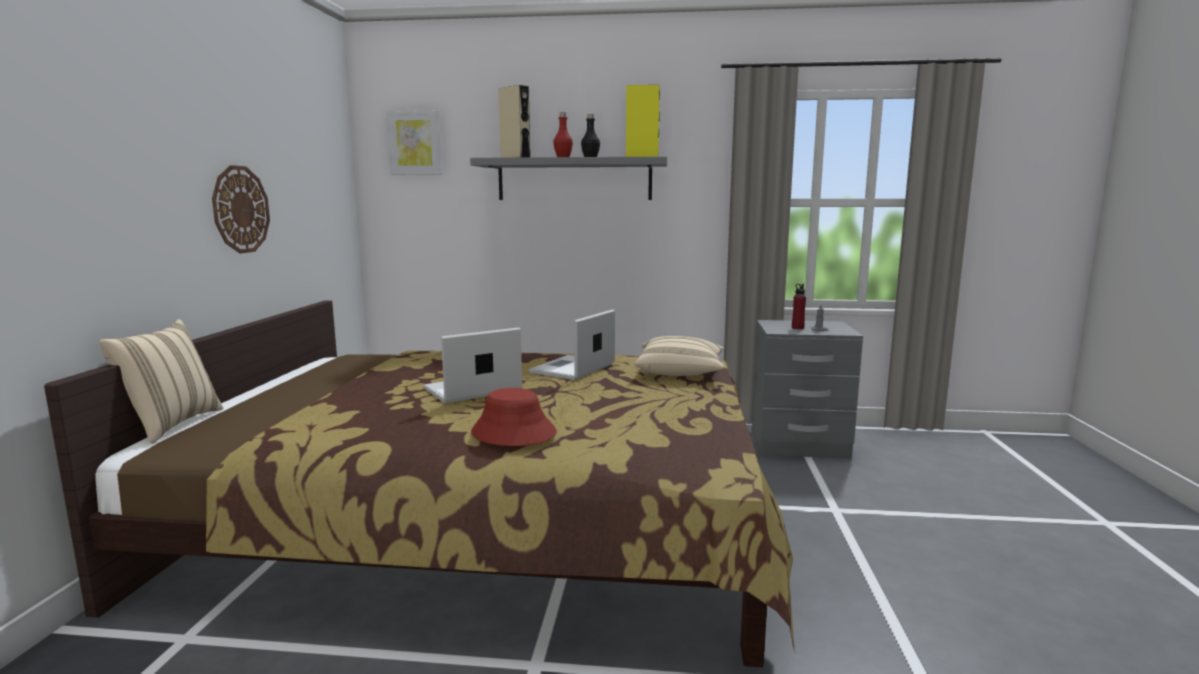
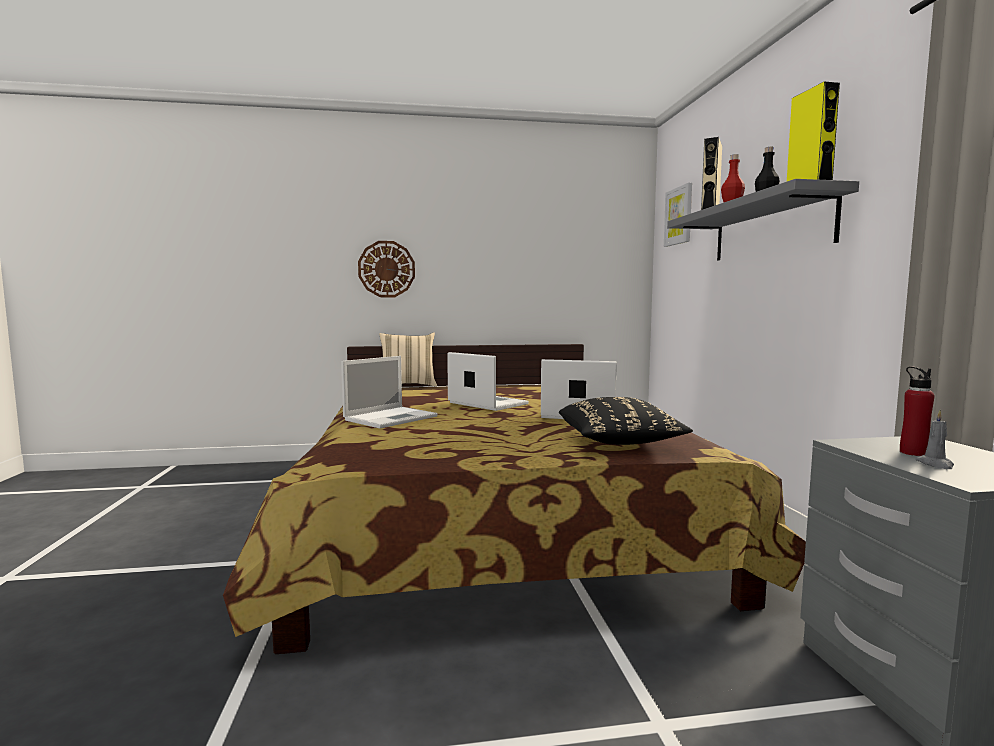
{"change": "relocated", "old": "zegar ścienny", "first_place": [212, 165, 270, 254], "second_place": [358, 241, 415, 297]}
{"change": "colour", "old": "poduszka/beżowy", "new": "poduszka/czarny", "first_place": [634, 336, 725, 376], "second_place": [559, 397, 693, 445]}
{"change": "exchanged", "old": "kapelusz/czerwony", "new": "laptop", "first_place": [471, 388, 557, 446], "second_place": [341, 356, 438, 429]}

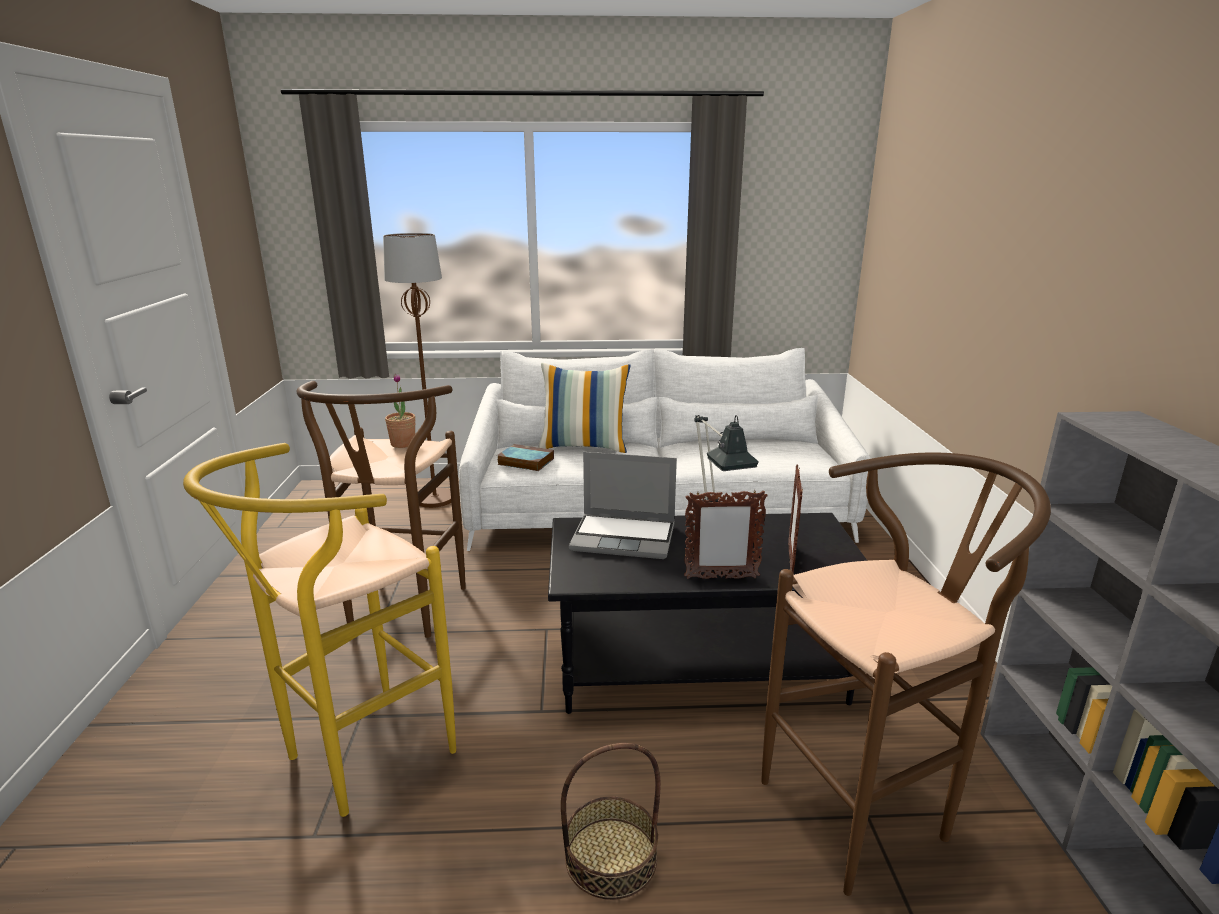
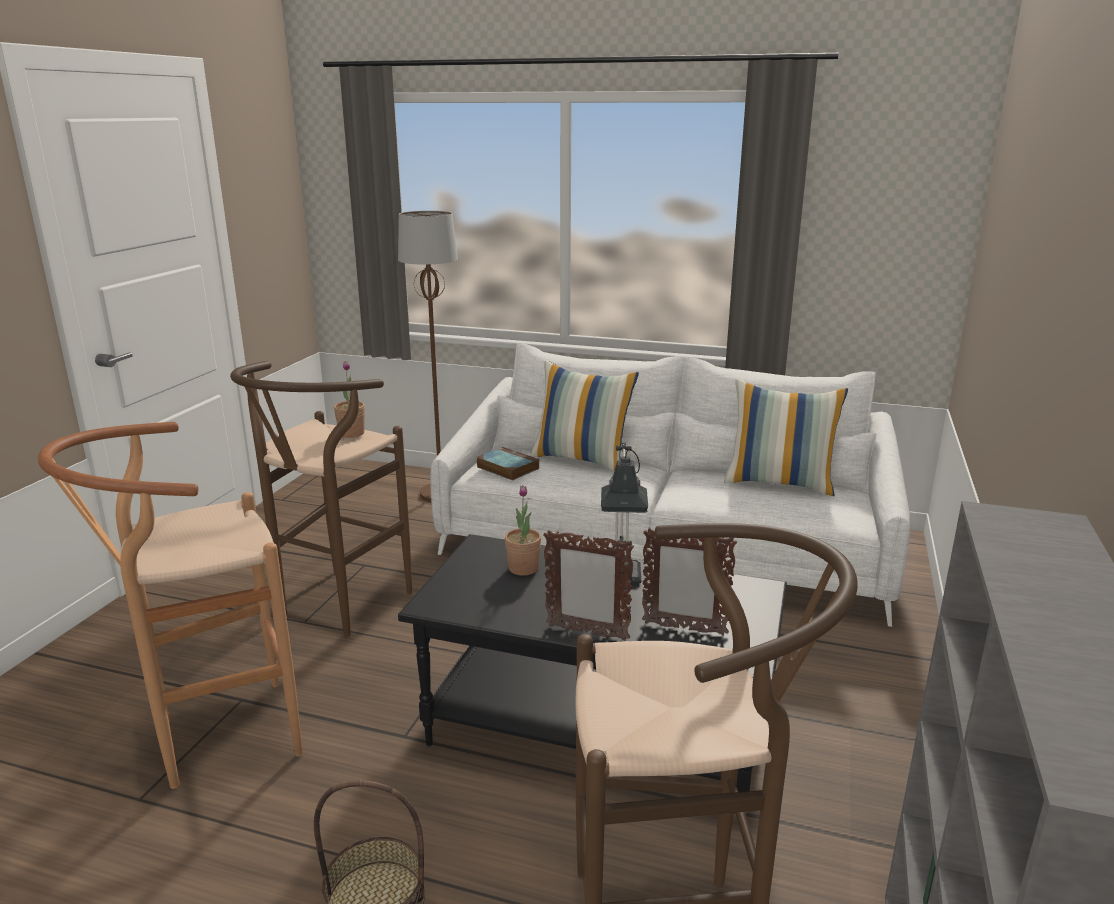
{"change": "colour", "old": "stołek/żółty", "new": "stołek/brązowy", "first_place": [183, 443, 456, 817], "second_place": [38, 422, 303, 789]}
{"change": "exchanged", "old": "laptop", "new": "roślina doniczkowa", "first_place": [569, 452, 677, 559], "second_place": [505, 485, 541, 576]}
{"change": "spun", "old": "ramka na zdjęcie", "first_place": [788, 465, 803, 575], "second_place": [642, 528, 737, 636], "degrees": -105}
{"change": "appeared", "new": "poduszka", "second_place": [724, 379, 848, 496]}

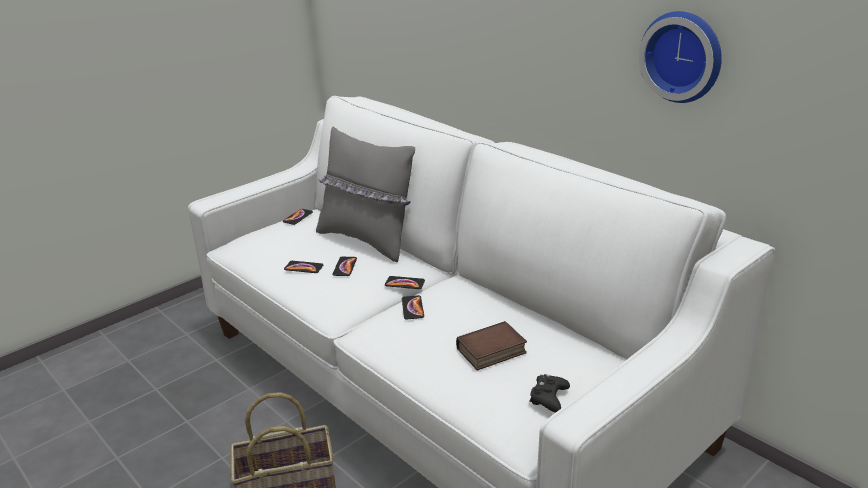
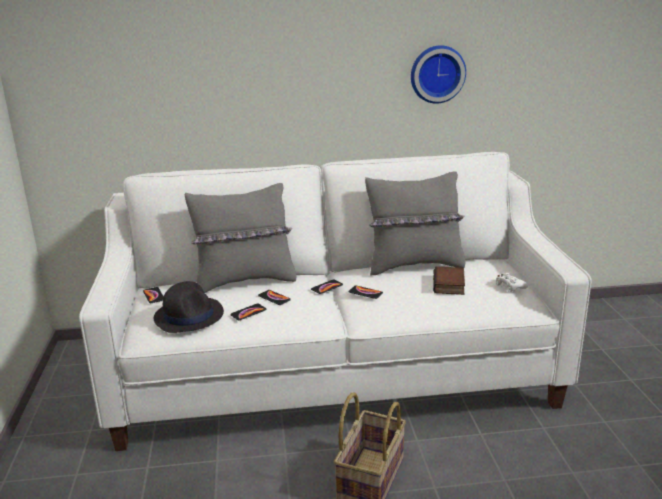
{"change": "colour", "old": "pad do gier/czarny", "new": "pad do gier/biały", "first_place": [529, 374, 570, 412], "second_place": [496, 273, 528, 292]}
{"change": "appeared", "new": "poduszka/szary", "second_place": [365, 171, 465, 276]}
{"change": "appeared", "new": "kapelusz/czarny", "second_place": [154, 281, 224, 333]}

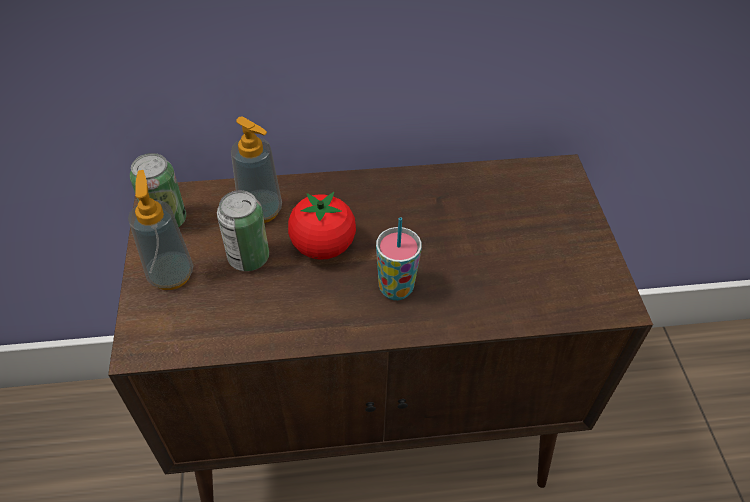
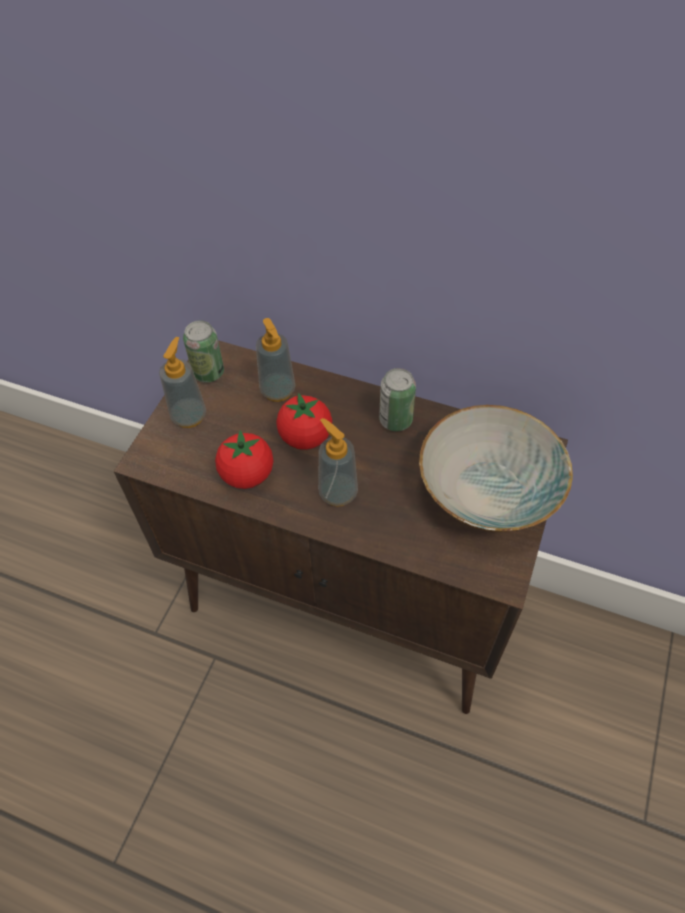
{"change": "relocated", "old": "puszka", "first_place": [217, 190, 269, 271], "second_place": [379, 368, 416, 431]}
{"change": "exchanged", "old": "filiżanka", "new": "dozownik mydła", "first_place": [376, 217, 422, 300], "second_place": [318, 418, 358, 507]}
{"change": "appeared", "new": "miska", "second_place": [419, 405, 573, 532]}
{"change": "appeared", "new": "pomidor", "second_place": [215, 430, 273, 489]}

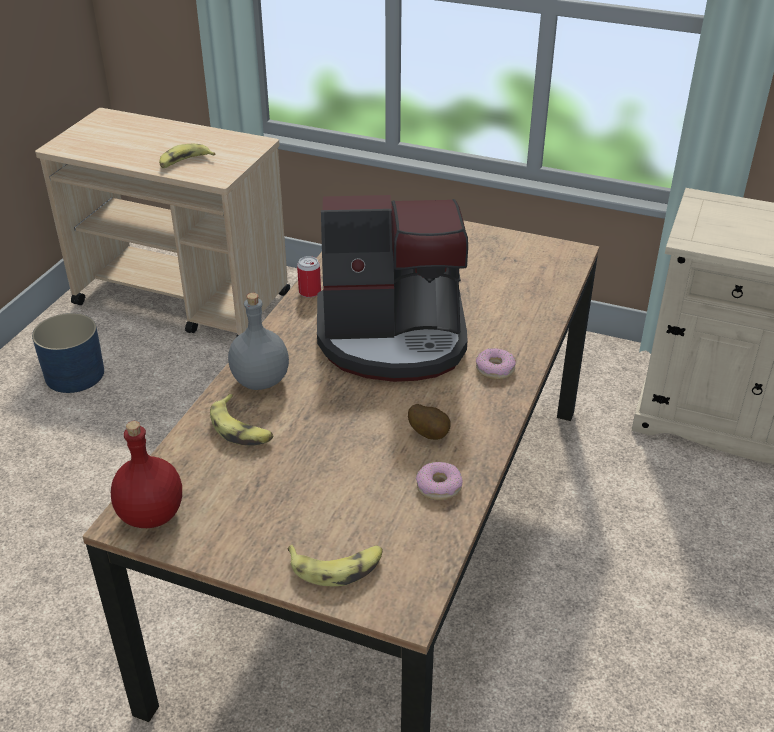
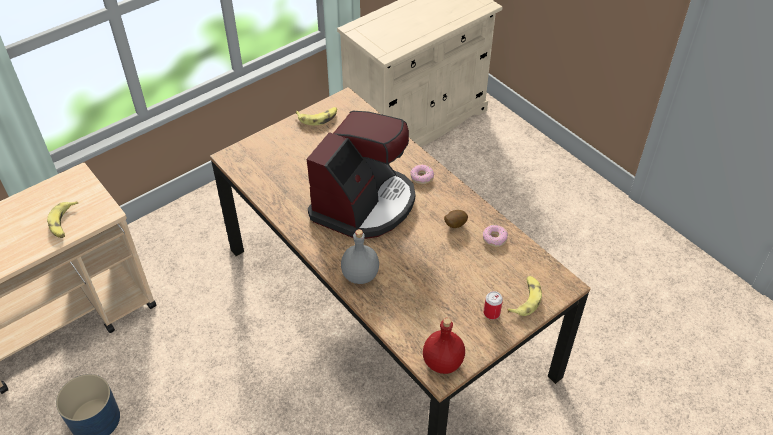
{"change": "relocated", "old": "puszka", "first_place": [297, 256, 321, 297], "second_place": [484, 291, 503, 320]}
{"change": "relocated", "old": "banan", "first_place": [210, 394, 273, 446], "second_place": [295, 107, 337, 125]}

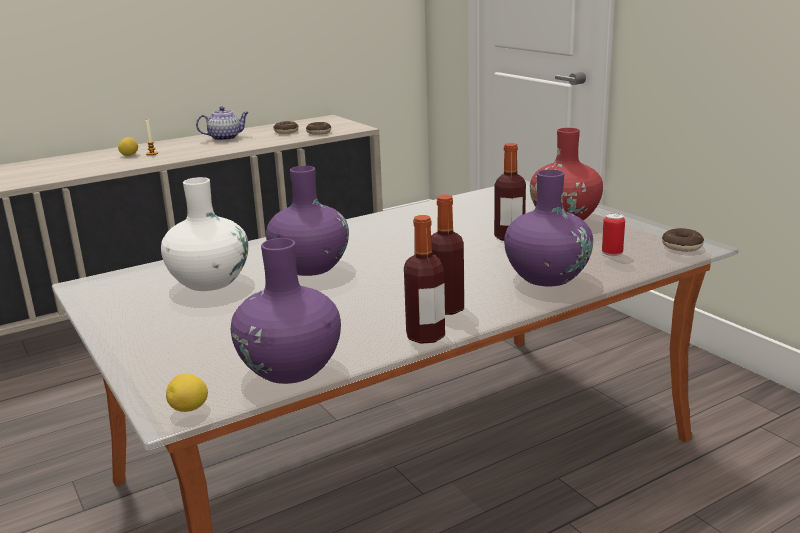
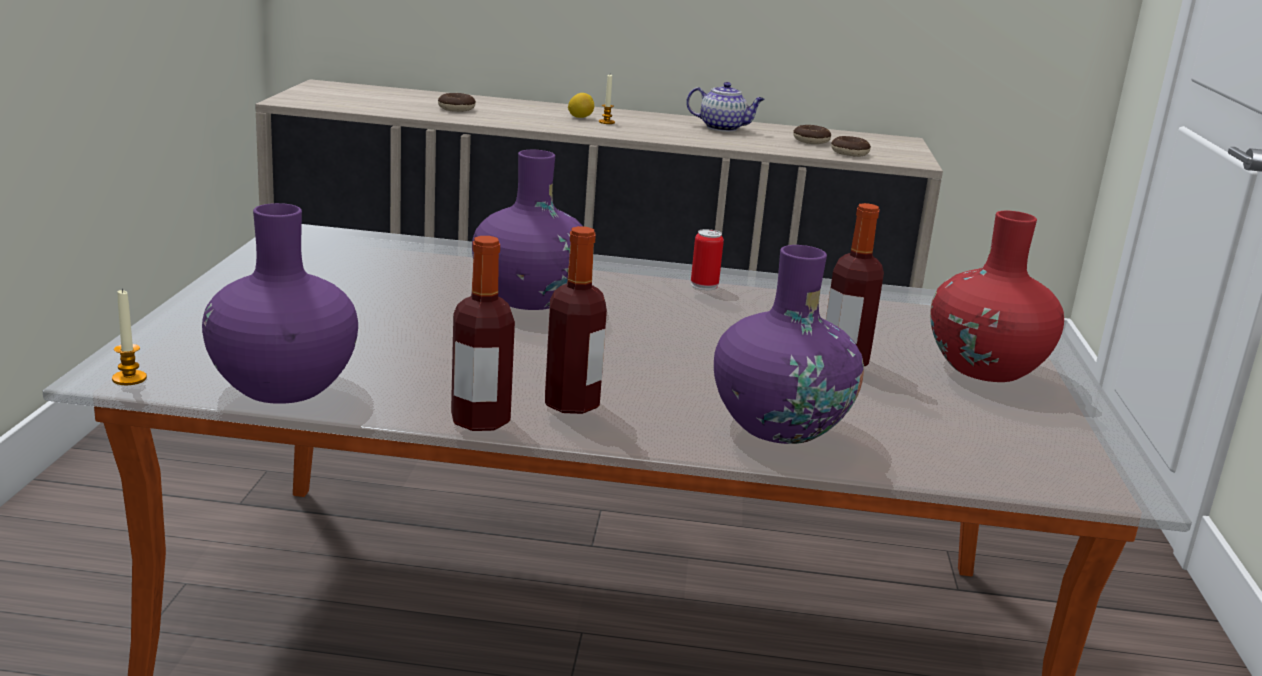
{"change": "missing", "old": "wazon/biały", "first_place": [161, 177, 248, 291]}
{"change": "relocated", "old": "puszka", "first_place": [602, 213, 625, 258], "second_place": [691, 229, 724, 290]}
{"change": "relocated", "old": "donut", "first_place": [662, 228, 704, 252], "second_place": [438, 93, 476, 112]}
{"change": "exchanged", "old": "cytryna", "new": "świeca", "first_place": [166, 373, 208, 412], "second_place": [112, 289, 147, 385]}

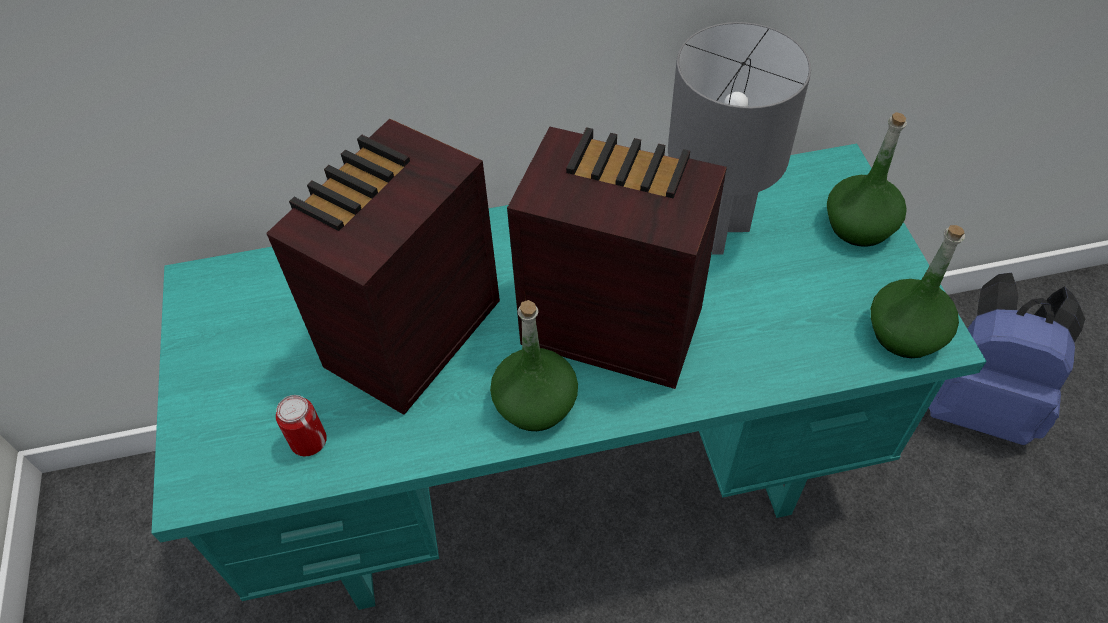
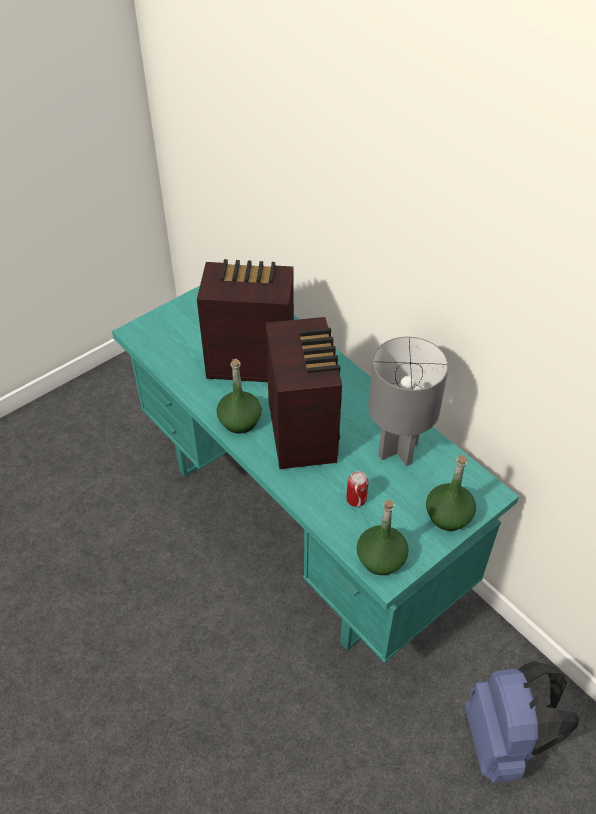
{"change": "relocated", "old": "puszka", "first_place": [276, 395, 327, 456], "second_place": [346, 471, 368, 507]}

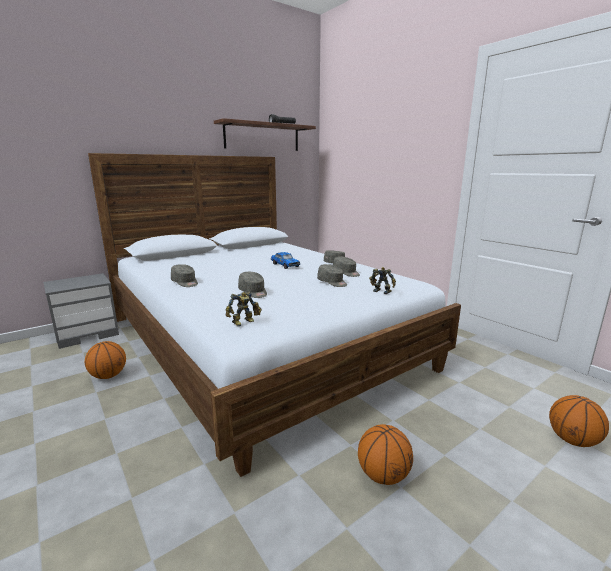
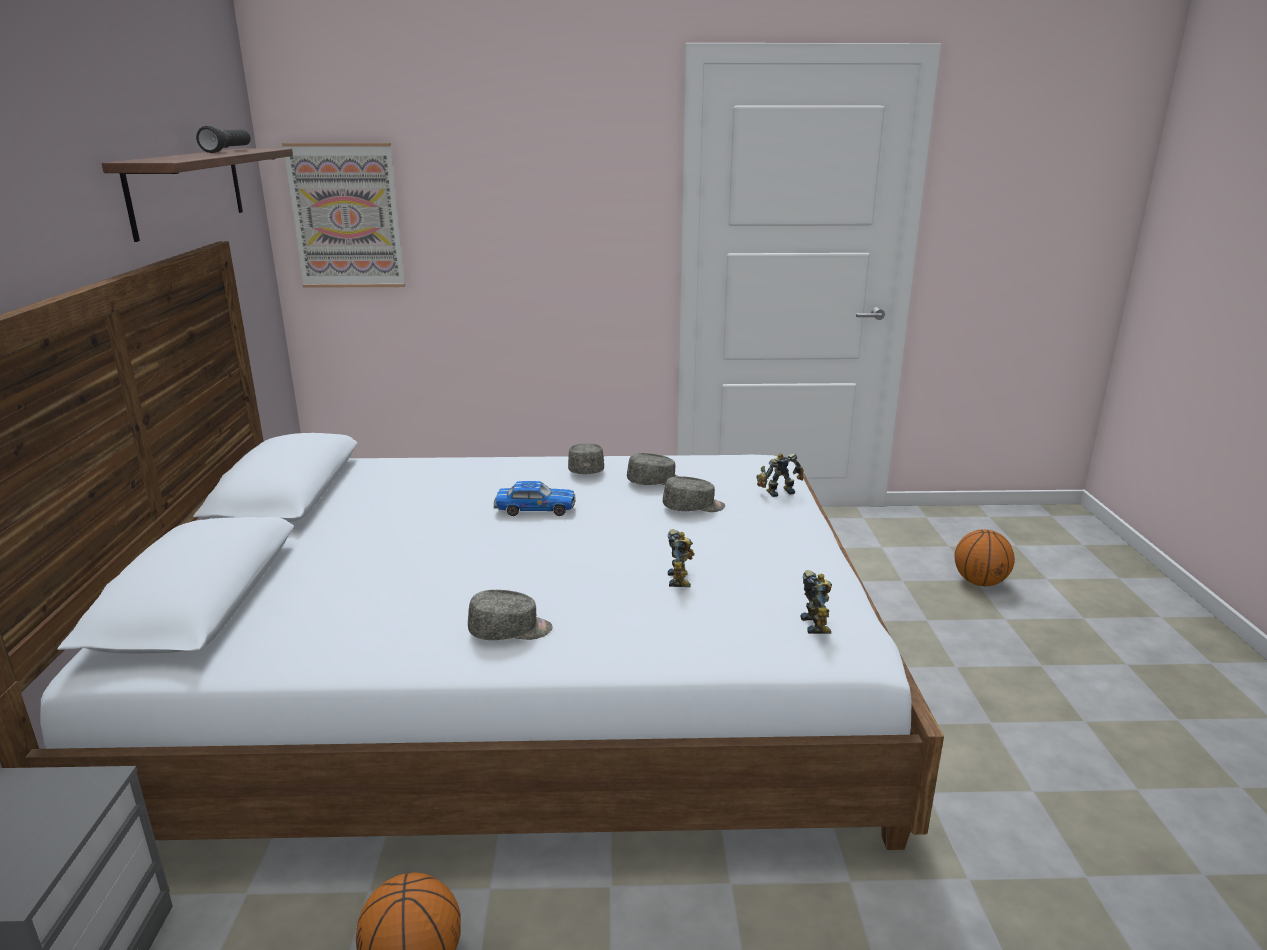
{"change": "exchanged", "old": "czapka z daszkiem/szary", "new": "robot zabawkowy", "first_place": [238, 272, 267, 298], "second_place": [668, 529, 695, 587]}
{"change": "missing", "old": "piłka do koszykówki", "first_place": [358, 424, 413, 485]}
{"change": "appeared", "new": "obraz", "second_place": [282, 143, 405, 288]}

